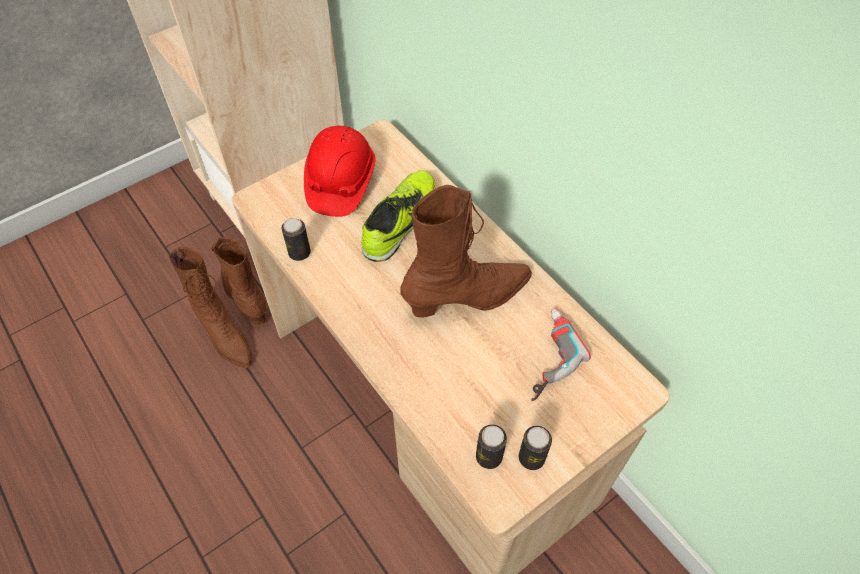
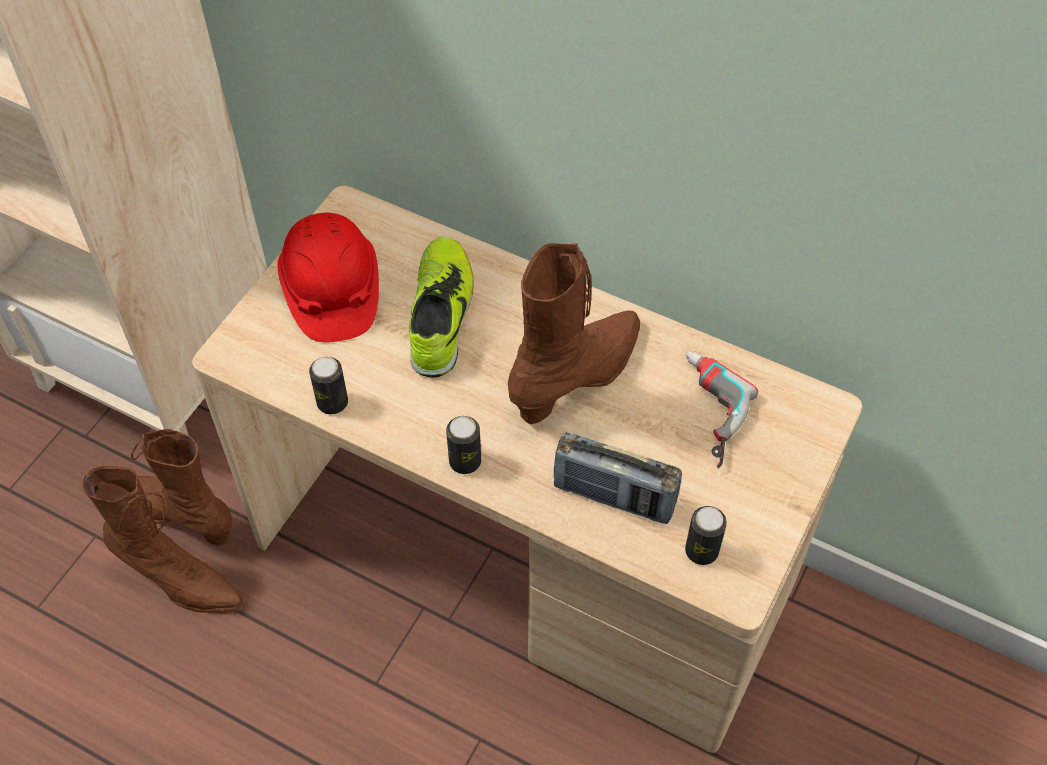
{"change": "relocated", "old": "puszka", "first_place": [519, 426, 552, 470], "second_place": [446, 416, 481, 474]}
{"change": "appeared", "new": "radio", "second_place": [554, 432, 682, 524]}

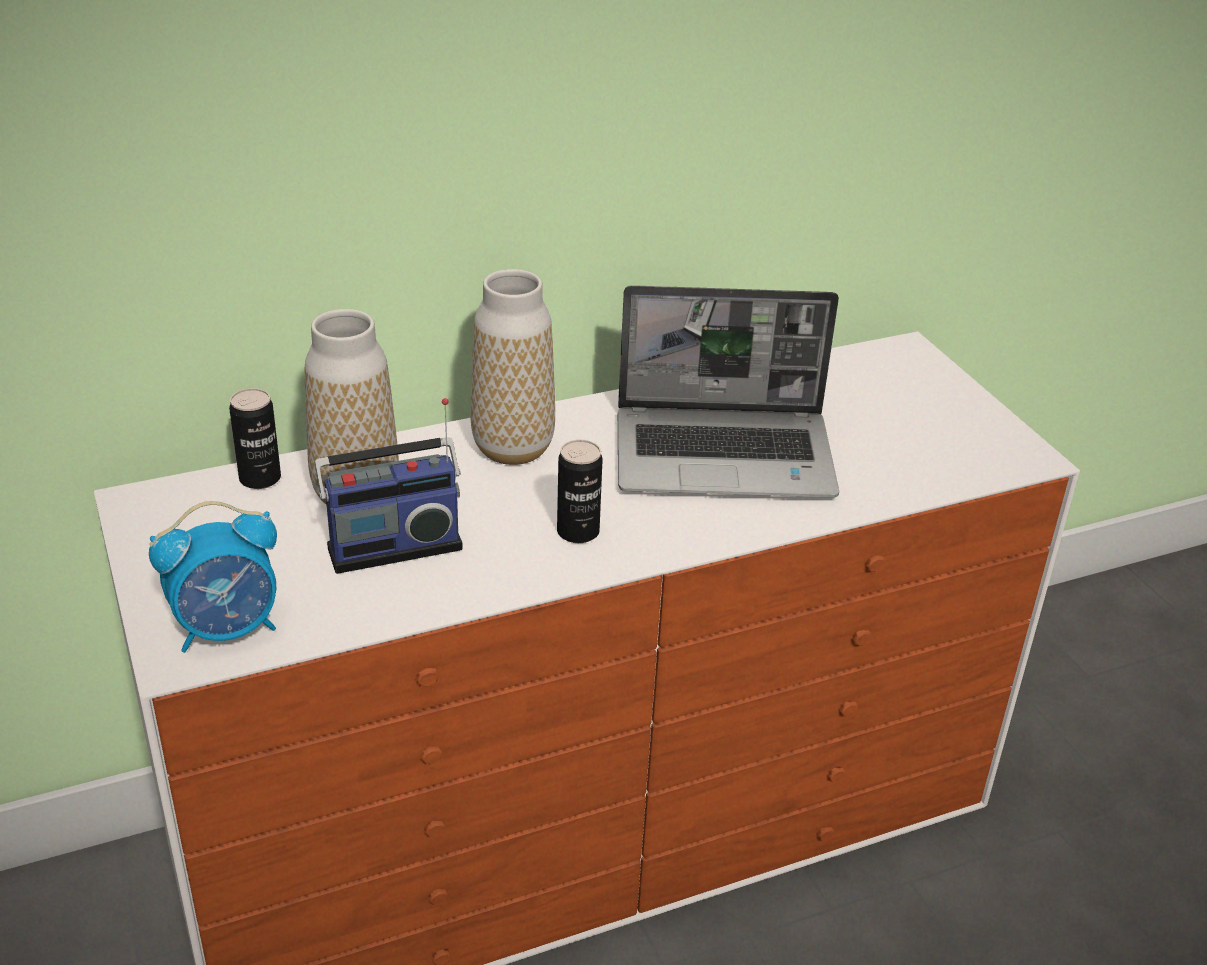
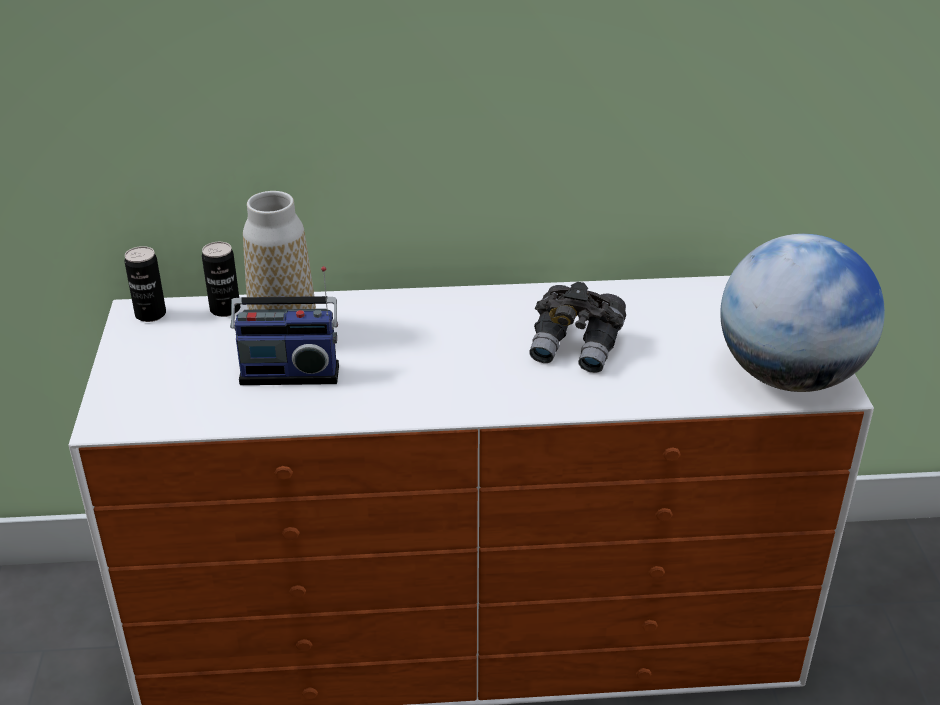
{"change": "missing", "old": "wazon", "first_place": [470, 269, 555, 465]}
{"change": "exchanged", "old": "laptop", "new": "lornetka/szary", "first_place": [618, 285, 839, 497], "second_place": [529, 282, 626, 373]}
{"change": "relocated", "old": "puszka", "first_place": [557, 439, 603, 543], "second_place": [124, 246, 166, 322]}
{"change": "missing", "old": "budzik", "first_place": [149, 501, 277, 653]}
{"change": "appeared", "new": "globus", "second_place": [720, 234, 885, 392]}

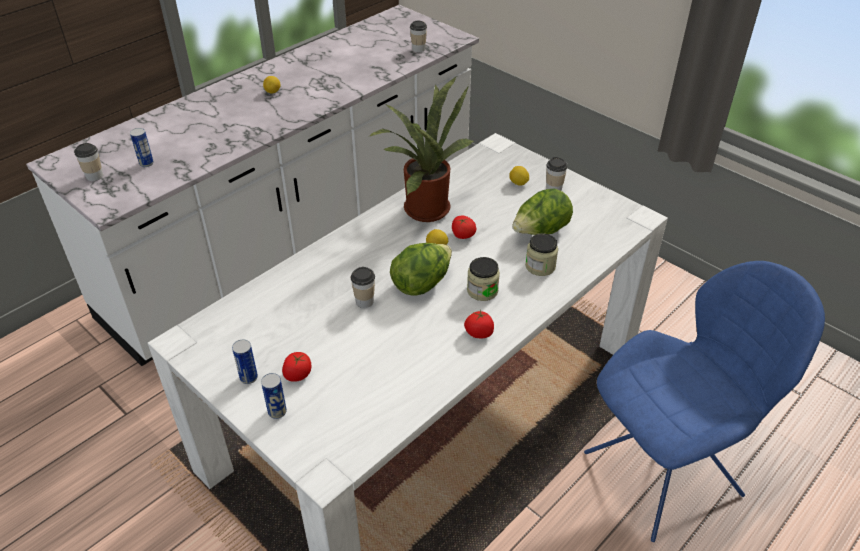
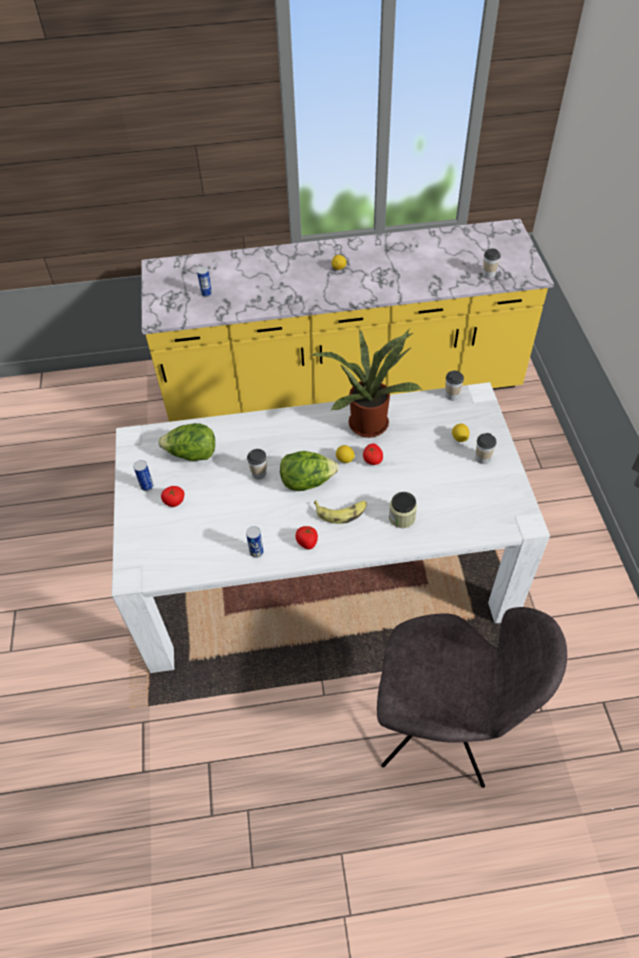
{"change": "colour", "old": "zabudowa kuchenna/biały", "new": "zabudowa kuchenna/żółty", "first_place": [26, 5, 479, 366], "second_place": [142, 219, 554, 422]}
{"change": "relocated", "old": "filiżanka", "first_place": [74, 143, 103, 181], "second_place": [445, 371, 464, 400]}
{"change": "relocated", "old": "sałata", "first_place": [512, 189, 573, 235], "second_place": [158, 423, 215, 461]}
{"change": "exchanged", "old": "słoik", "new": "banan", "first_place": [467, 257, 500, 301], "second_place": [314, 500, 367, 524]}
{"change": "colour", "old": "krzesło/niebieski", "new": "krzesło/szary", "first_place": [584, 261, 825, 542], "second_place": [377, 607, 567, 788]}
{"change": "relocated", "old": "puszka", "first_place": [261, 373, 287, 419], "second_place": [246, 526, 264, 558]}

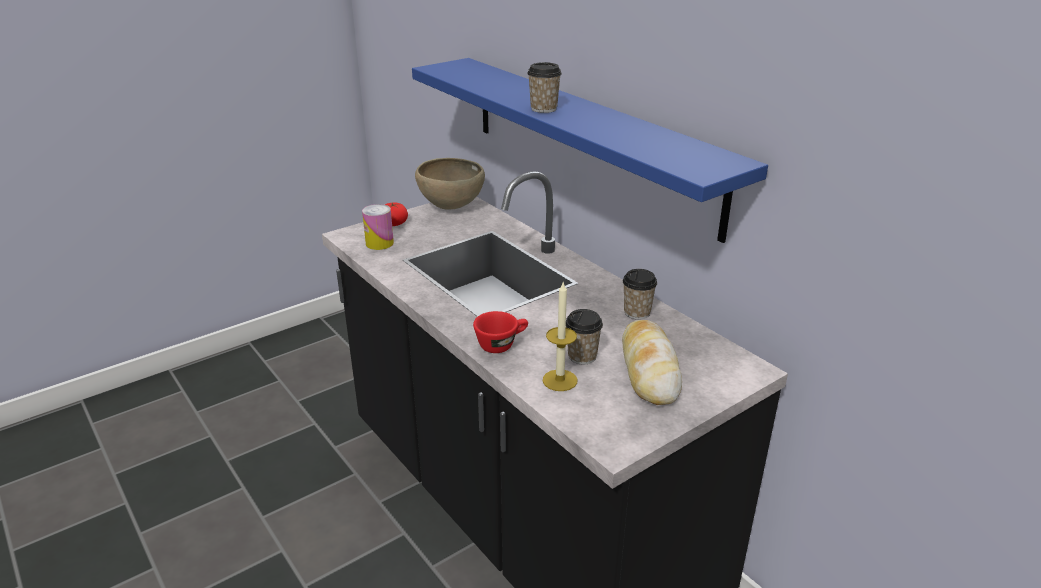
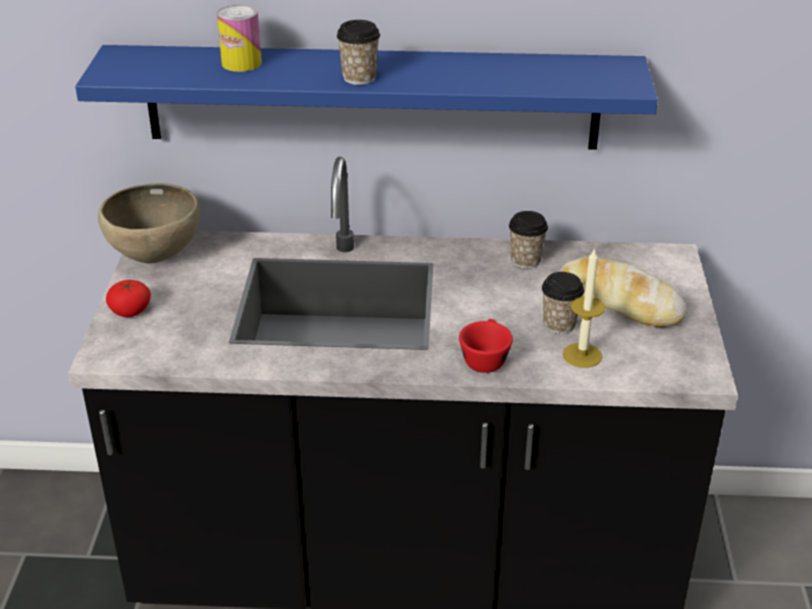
{"change": "relocated", "old": "puszka", "first_place": [362, 204, 394, 250], "second_place": [217, 5, 262, 72]}

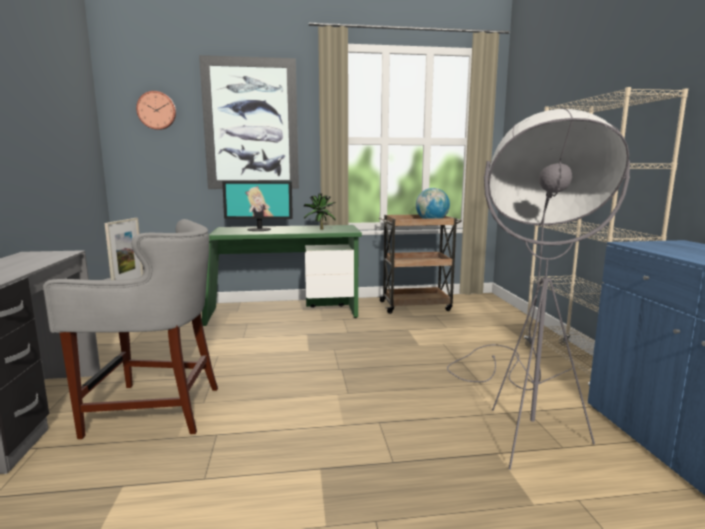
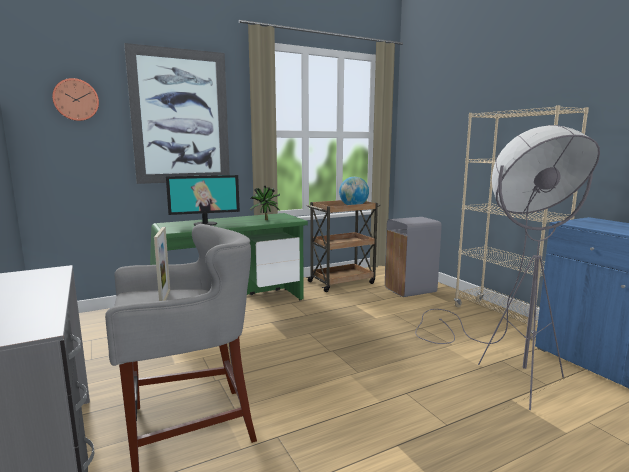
{"change": "appeared", "new": "kosz na śmieci/szary", "second_place": [385, 217, 442, 297]}

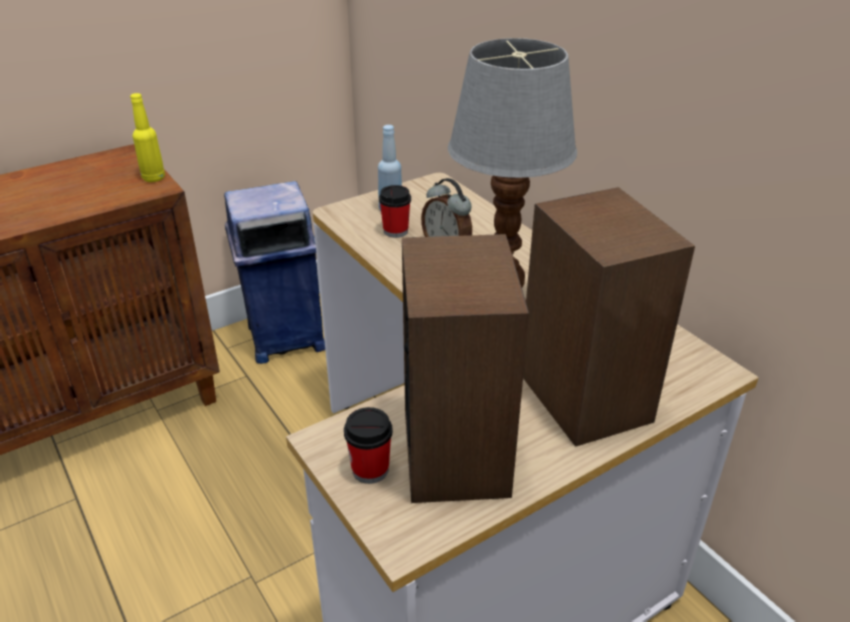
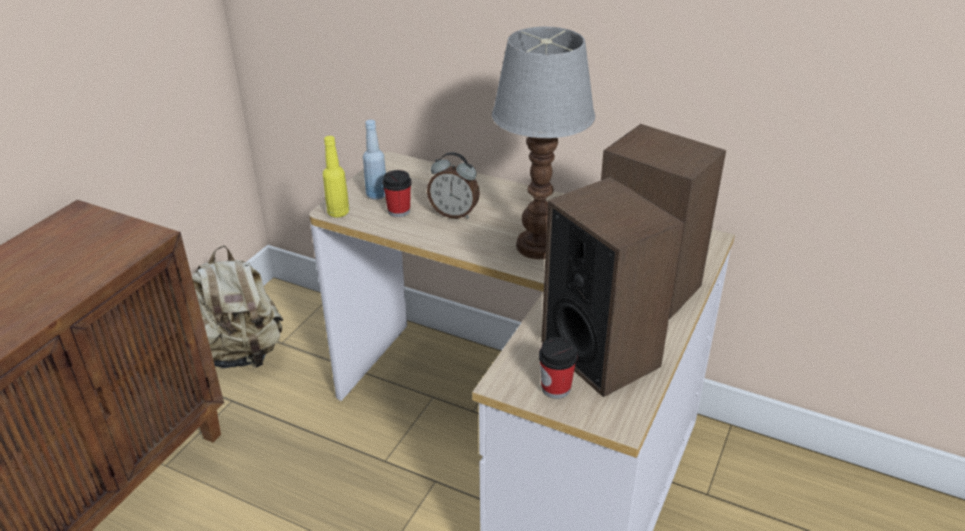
{"change": "relocated", "old": "butelka/żółty", "first_place": [130, 93, 165, 182], "second_place": [323, 136, 349, 218]}
{"change": "exchanged", "old": "kosz na śmieci/niebieski", "new": "plecak/beżowy", "first_place": [224, 181, 325, 364], "second_place": [192, 246, 283, 370]}

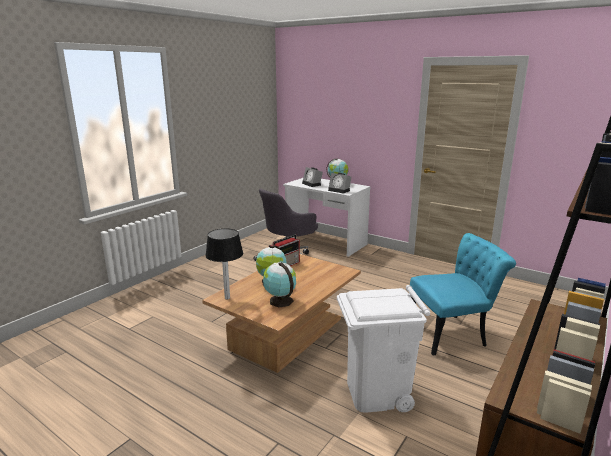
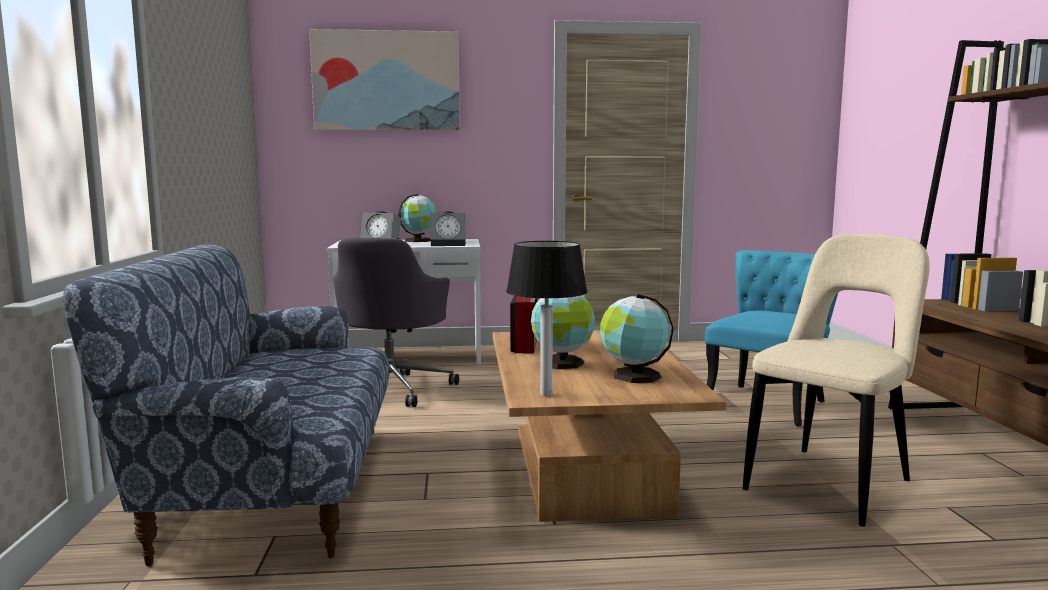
{"change": "exchanged", "old": "kosz na śmieci/biały", "new": "krzesło/beżowy", "first_place": [337, 285, 430, 413], "second_place": [743, 234, 930, 527]}
{"change": "appeared", "new": "obraz", "second_place": [309, 29, 460, 131]}
{"change": "appeared", "new": "kanapa", "second_place": [63, 244, 389, 567]}

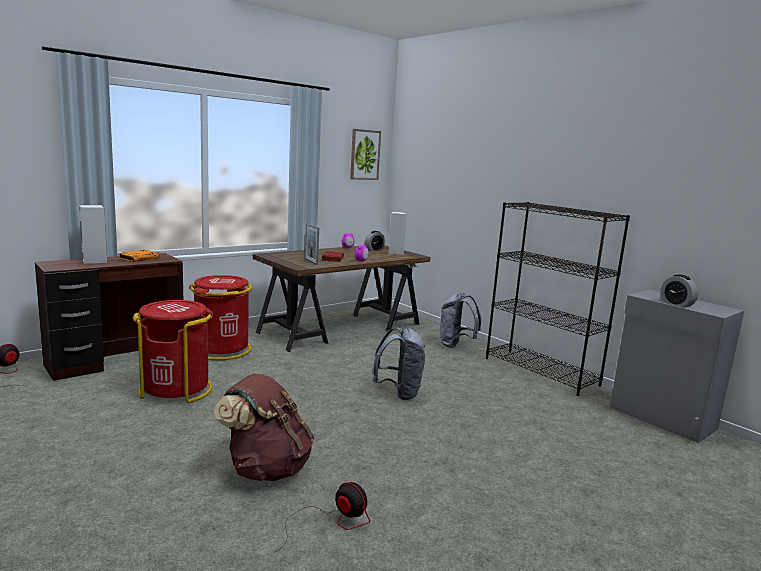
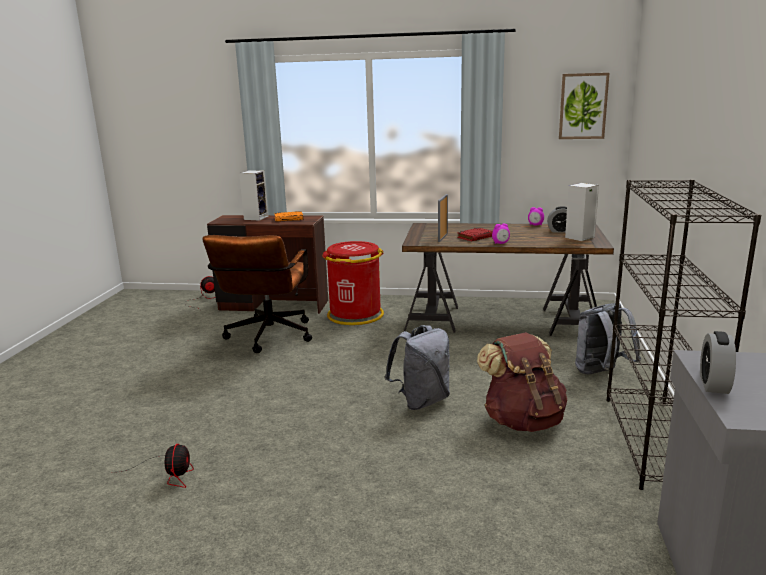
{"change": "exchanged", "old": "kosz na śmieci/czerwony", "new": "krzesło biurowe/brązowy", "first_place": [133, 300, 213, 403], "second_place": [202, 235, 312, 353]}
{"change": "relocated", "old": "plecak/brązowy", "first_place": [214, 374, 314, 481], "second_place": [477, 332, 567, 432]}

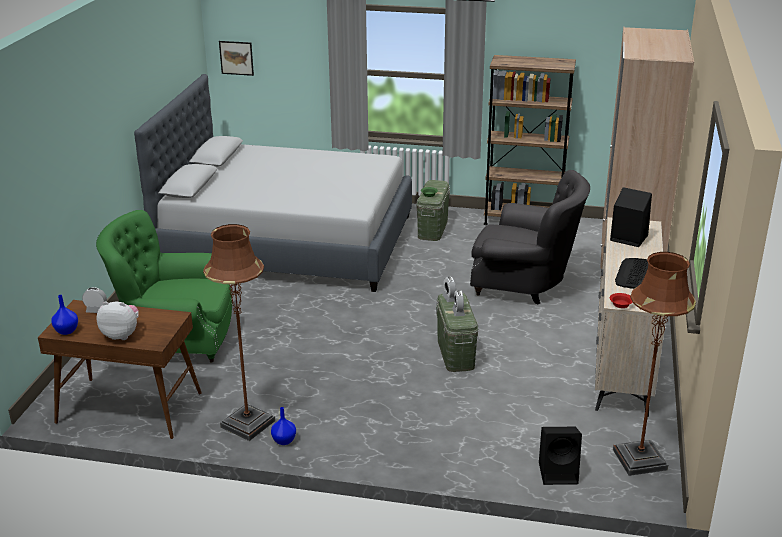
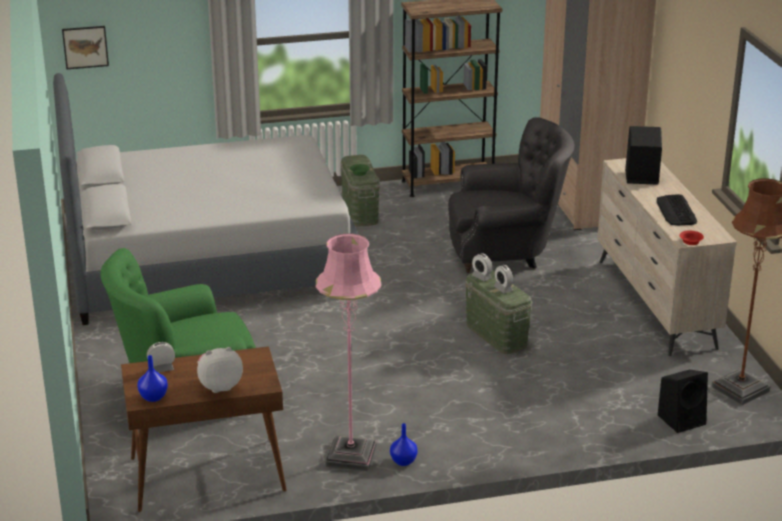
{"change": "colour", "old": "lampa stojąca/brązowy", "new": "lampa stojąca/różowy", "first_place": [203, 224, 275, 441], "second_place": [316, 234, 381, 471]}

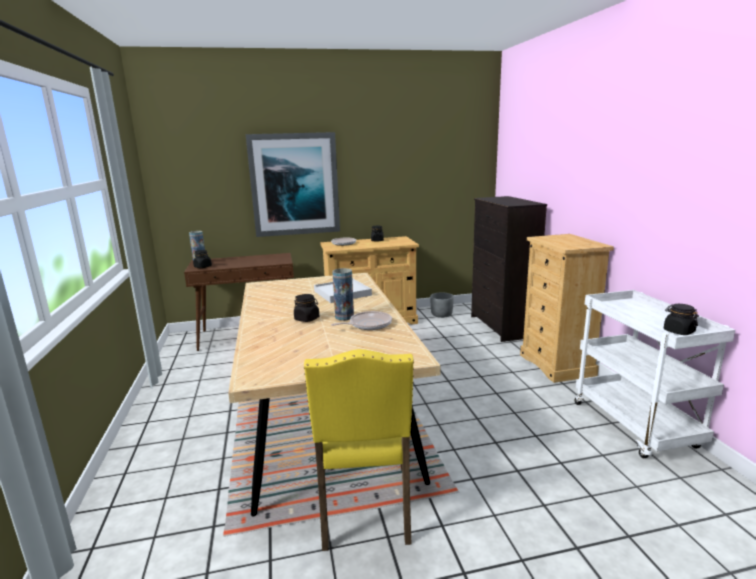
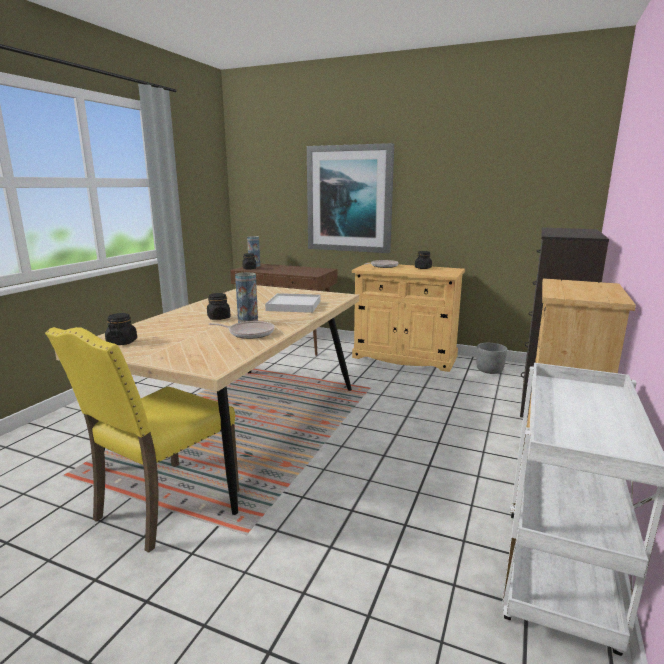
{"change": "relocated", "old": "słoik/czarny", "first_place": [664, 304, 699, 335], "second_place": [105, 313, 137, 345]}

